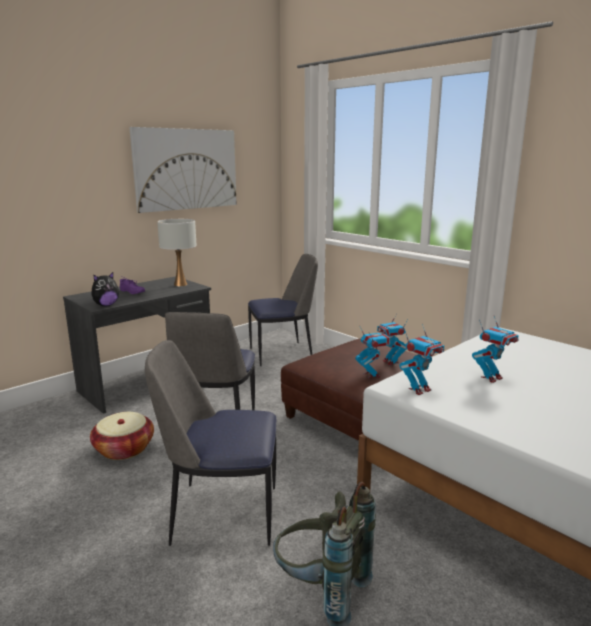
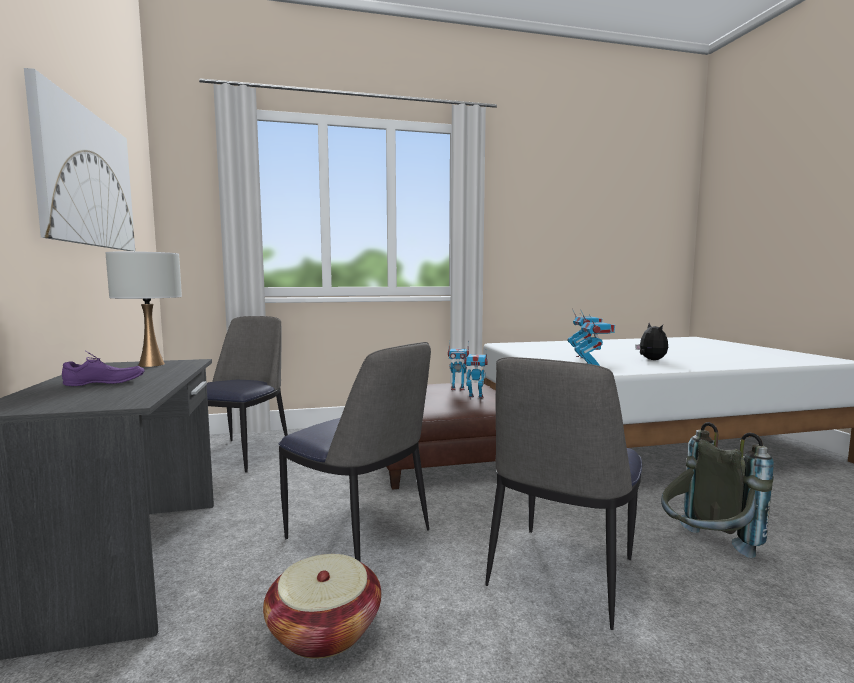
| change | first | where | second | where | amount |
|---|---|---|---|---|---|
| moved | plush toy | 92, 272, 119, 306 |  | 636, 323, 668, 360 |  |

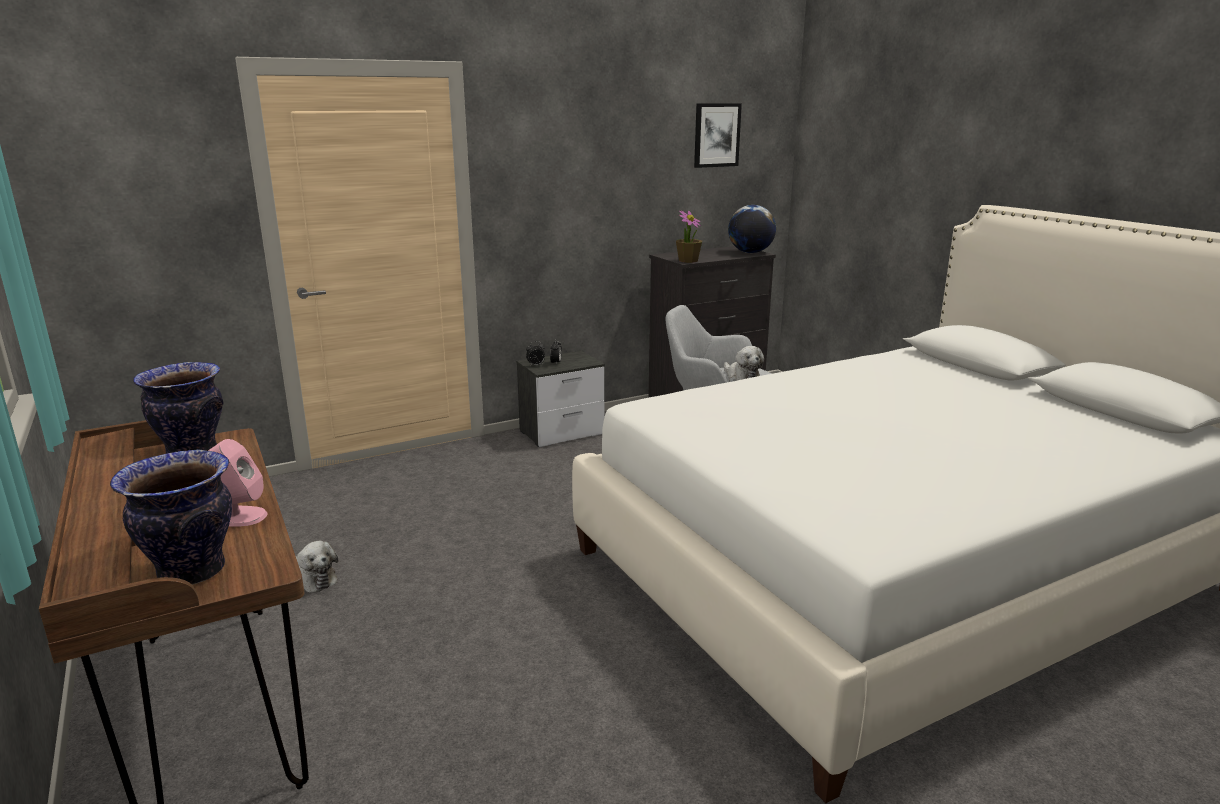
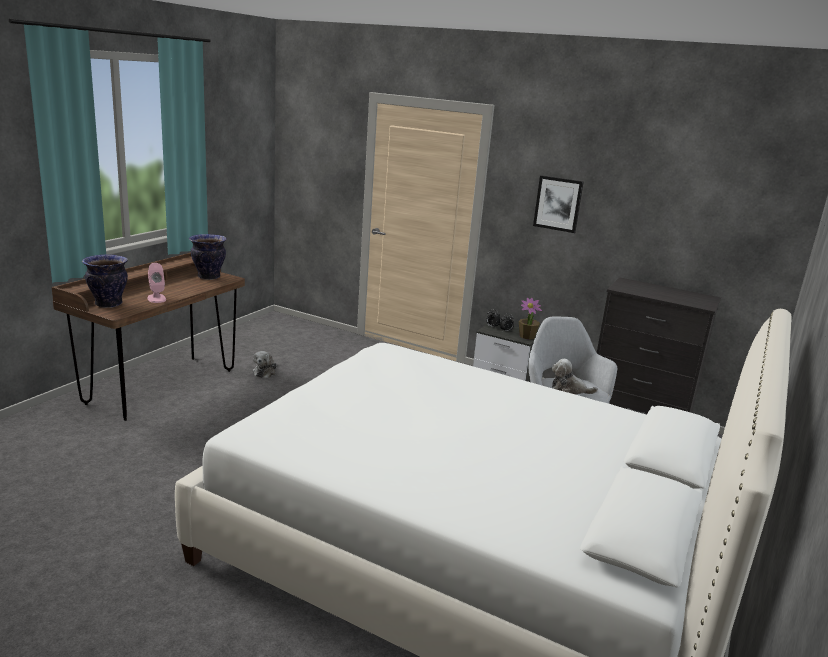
| change | first | where | second | where | amount |
|---|---|---|---|---|---|
| moved | wall picture | 694, 103, 742, 168 |  | 533, 175, 584, 233 |  |
| removed | desk globe | 728, 205, 776, 253 |  |  |  |
| moved | plant in a pot | 676, 210, 702, 263 |  | 519, 298, 542, 340 |  |
| turned | plush toy | 724, 346, 764, 382 |  | 552, 359, 598, 395 | 75 degrees clockwise |

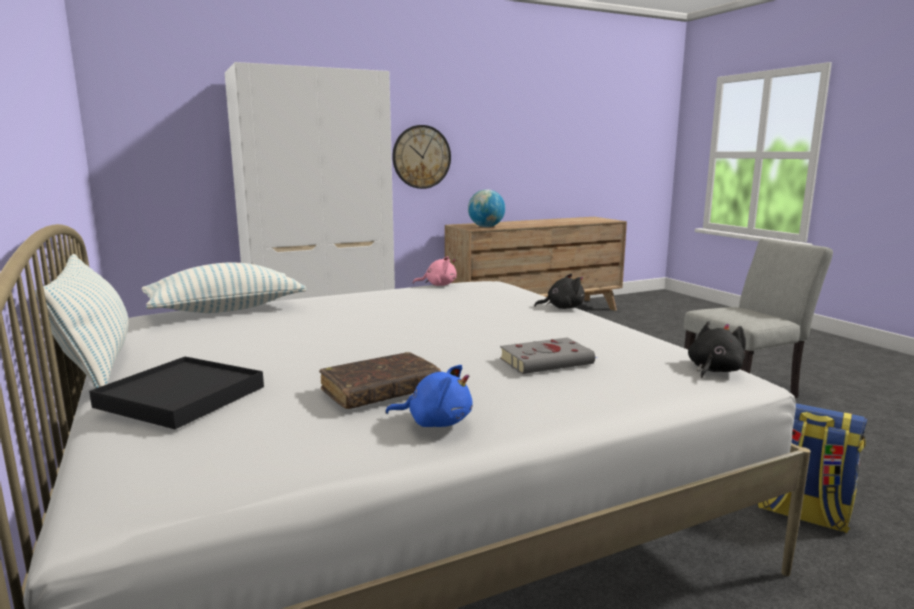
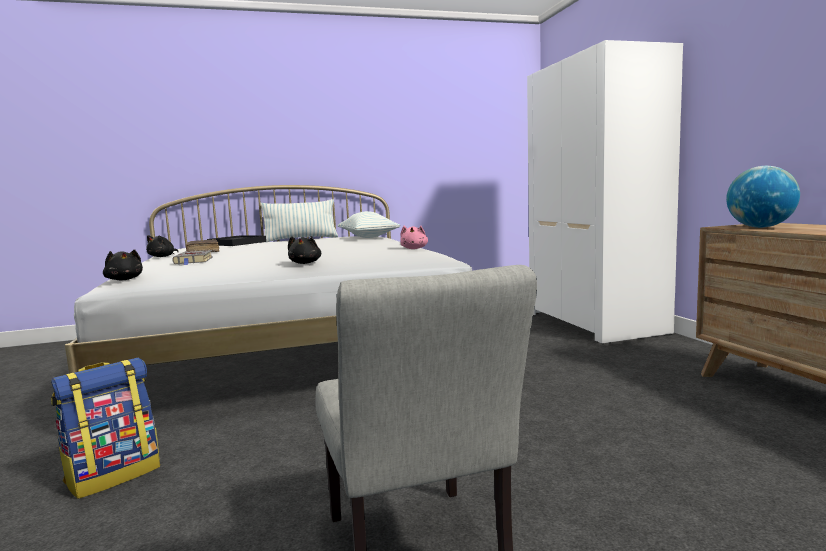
| change | first | where | second | where | amount |
|---|---|---|---|---|---|
| removed | clock on the wall | 392, 125, 451, 189 |  |  |  |
| recoloured | blue-coloured plush toy | 385, 365, 473, 427 | black plush toy | 146, 235, 179, 257 |  |

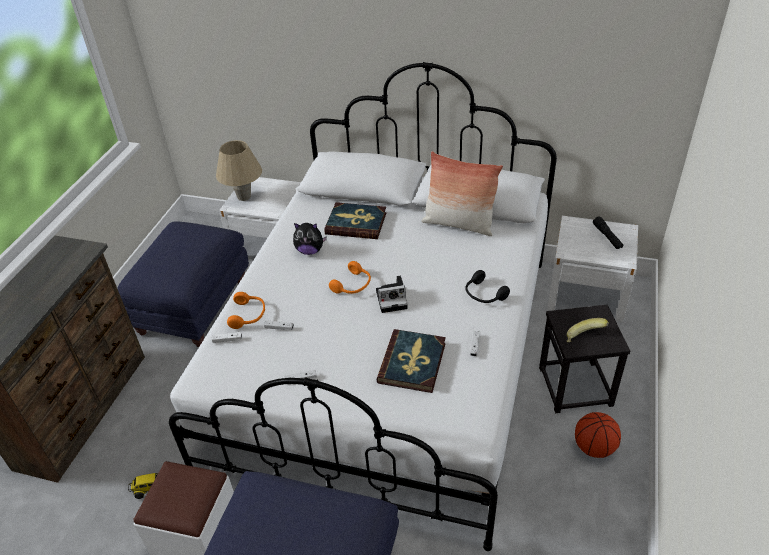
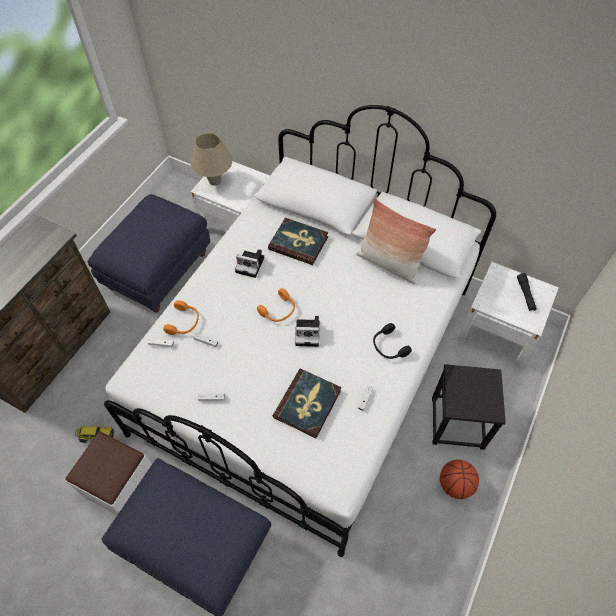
| change | first | where | second | where | amount |
|---|---|---|---|---|---|
| replaced | plush toy | 293, 223, 327, 255 | photo camera | 235, 249, 264, 278 |  |
| removed | whole banana | 567, 318, 609, 342 |  |  |  |

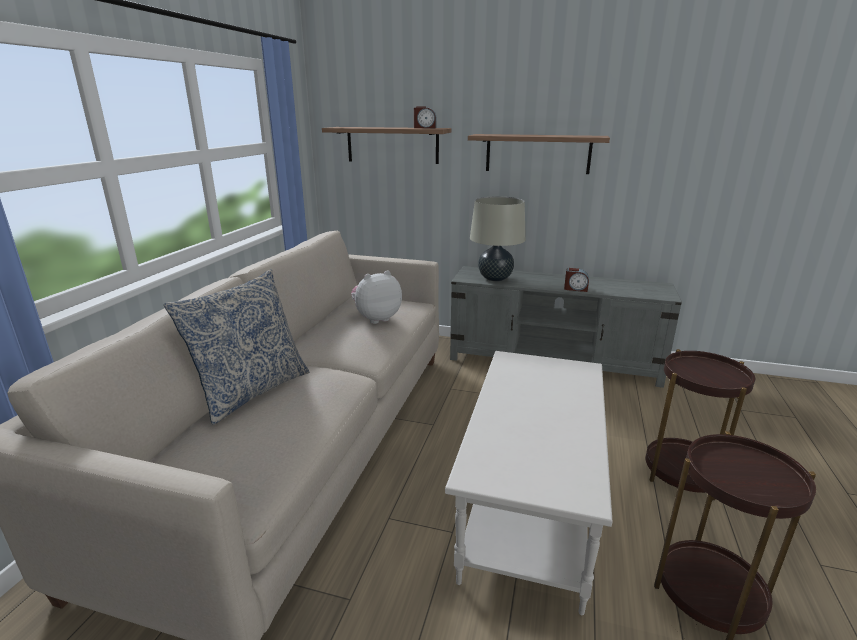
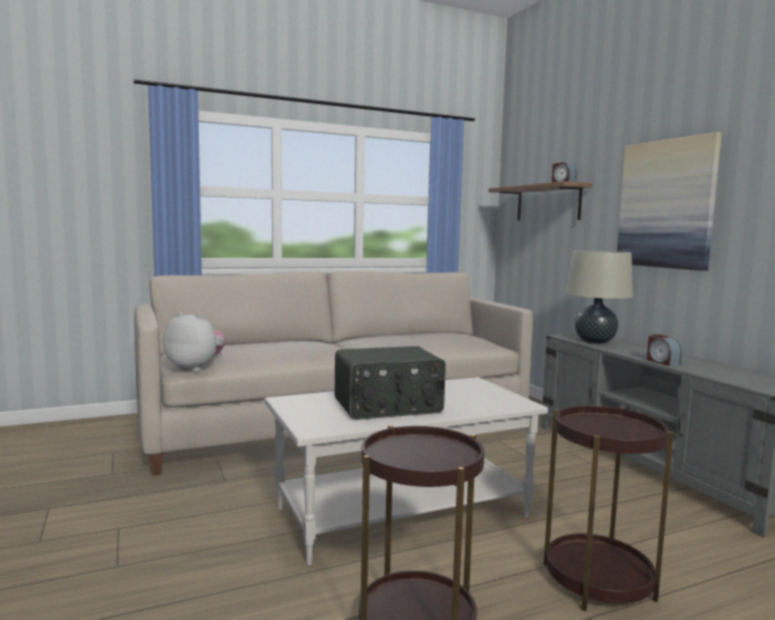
| change | first | where | second | where | amount |
|---|---|---|---|---|---|
| replaced | wall shelf | 468, 134, 610, 174 | wall picture | 617, 132, 722, 271 |  |
| removed | cushion | 164, 269, 310, 425 |  |  |  |
| moved | plush toy | 351, 270, 402, 324 |  | 163, 312, 226, 372 |  |
| added |  |  | radio receiver | 335, 346, 446, 420 |  |

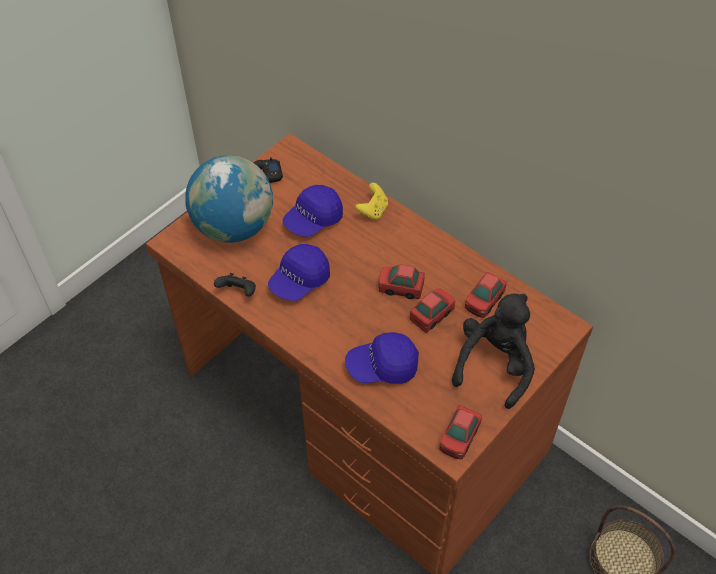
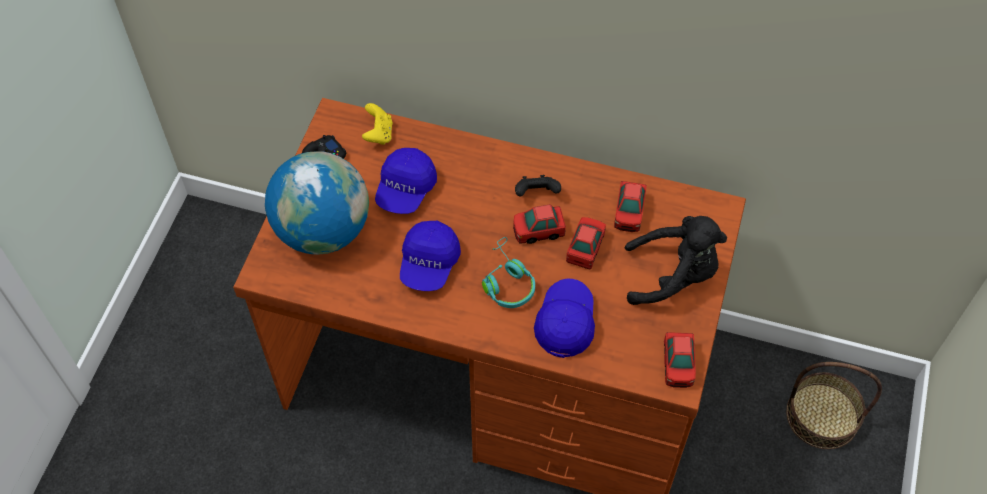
| change | first | where | second | where | amount |
|---|---|---|---|---|---|
| moved | yellow joypad | 355, 183, 388, 221 |  | 362, 103, 393, 145 |  |
| moved | black joypad | 214, 273, 256, 297 |  | 515, 175, 561, 196 |  |
| turned | black plush toy | 452, 293, 535, 409 |  | 625, 216, 727, 305 | 90 degrees clockwise |
| turned | blue-coloured baseball cap | 345, 332, 419, 384 |  | 534, 279, 595, 358 | 135 degrees clockwise |
| added |  |  | turquoise headphones | 482, 237, 535, 308 |  |

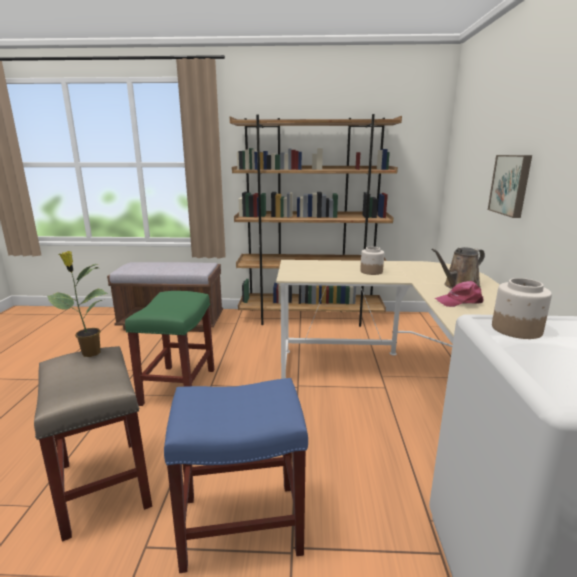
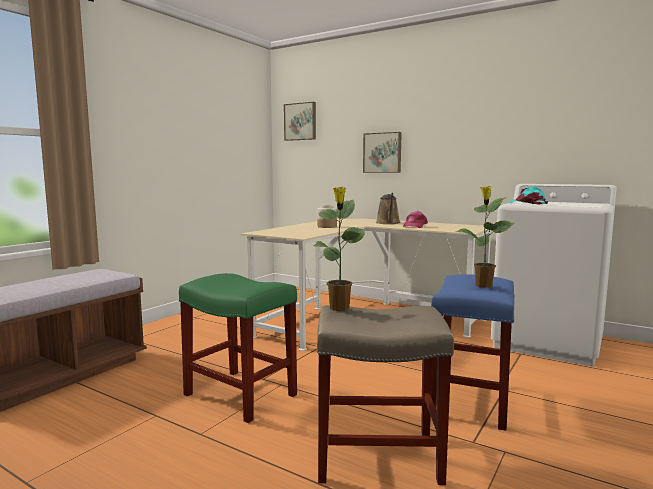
| change | first | where | second | where | amount |
|---|---|---|---|---|---|
| removed | brown bookshelf | 230, 114, 402, 327 |  |  |  |
| replaced | preserve jar | 492, 278, 552, 339 | turquoise baseball cap | 509, 186, 548, 205 |  |
| added |  |  | wall picture | 284, 102, 316, 141 |  |
| added |  |  | plant in a pot | 456, 186, 515, 288 |  |

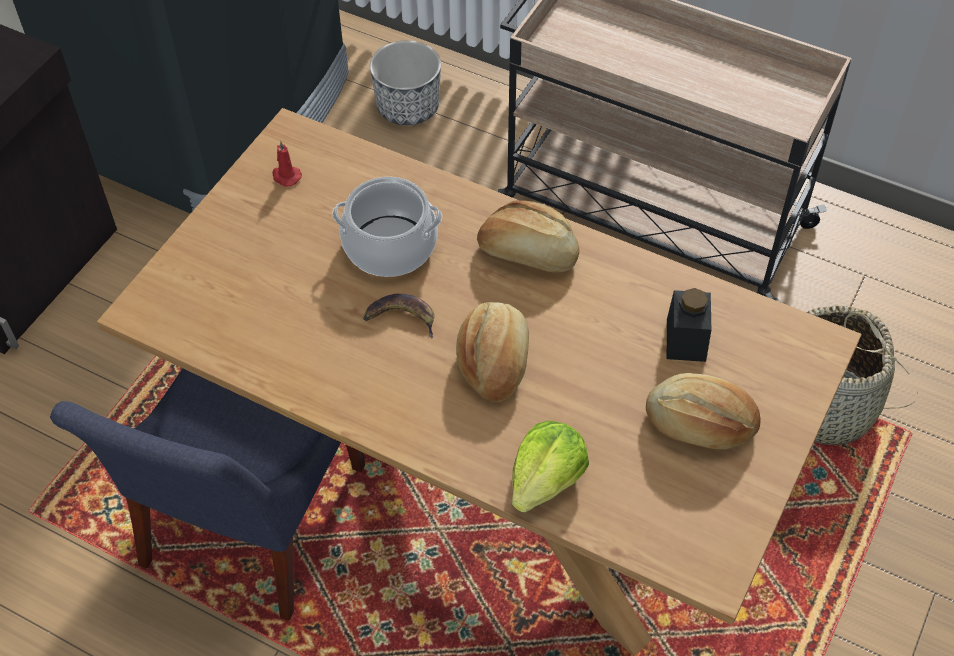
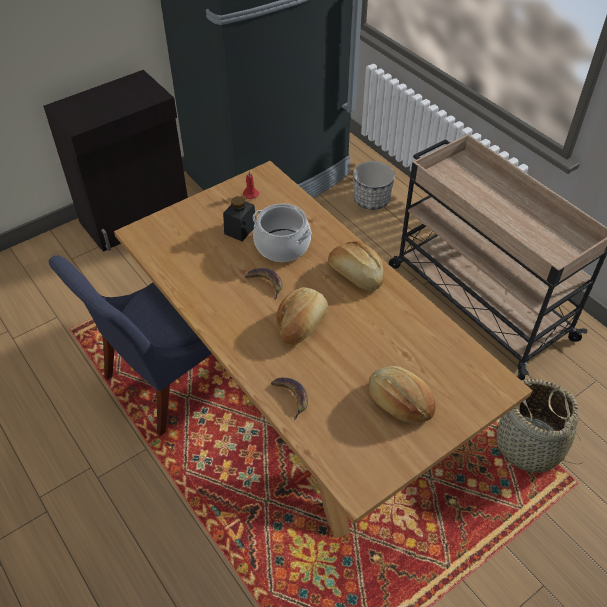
| change | first | where | second | where | amount |
|---|---|---|---|---|---|
| moved | black preserve jar | 667, 288, 711, 362 |  | 223, 196, 256, 241 |  |
| replaced | lettuce | 512, 421, 589, 512 | whole banana | 271, 377, 308, 420 |  |

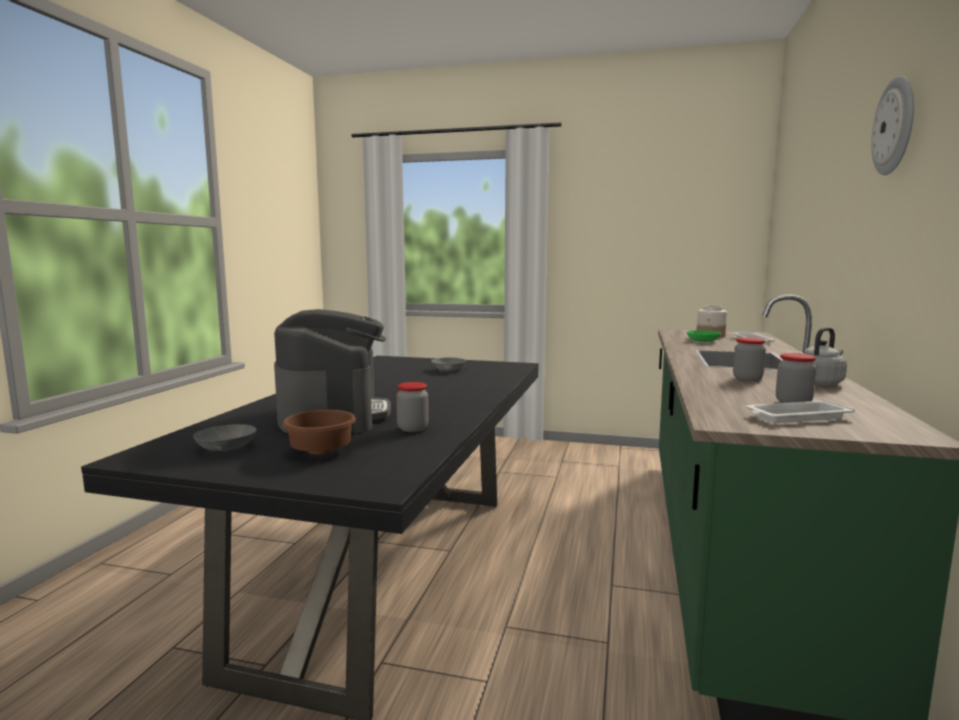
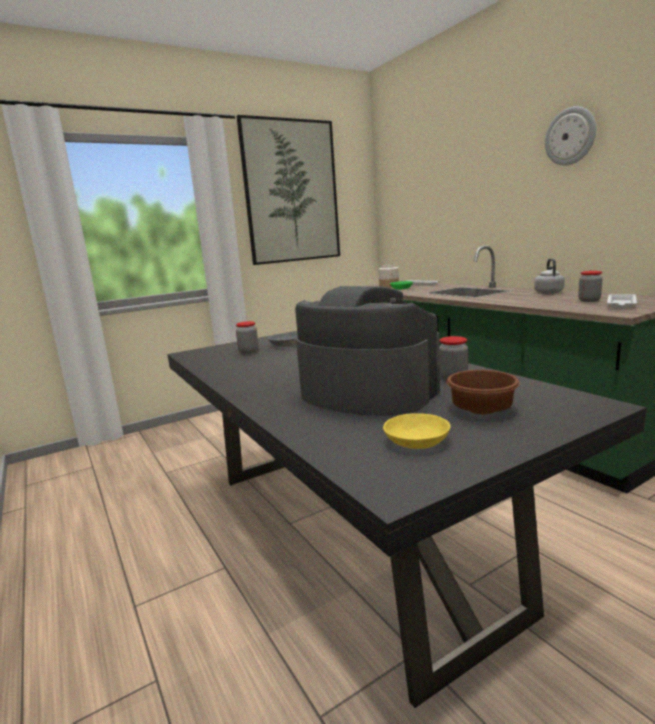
| change | first | where | second | where | amount |
|---|---|---|---|---|---|
| moved | preserve jar | 733, 337, 766, 381 |  | 236, 321, 259, 354 |  |
| recoloured | gray serving bowl | 193, 424, 257, 451 | yellow serving bowl | 383, 413, 451, 449 |  |
| added |  |  | wall picture | 237, 115, 340, 265 |  |

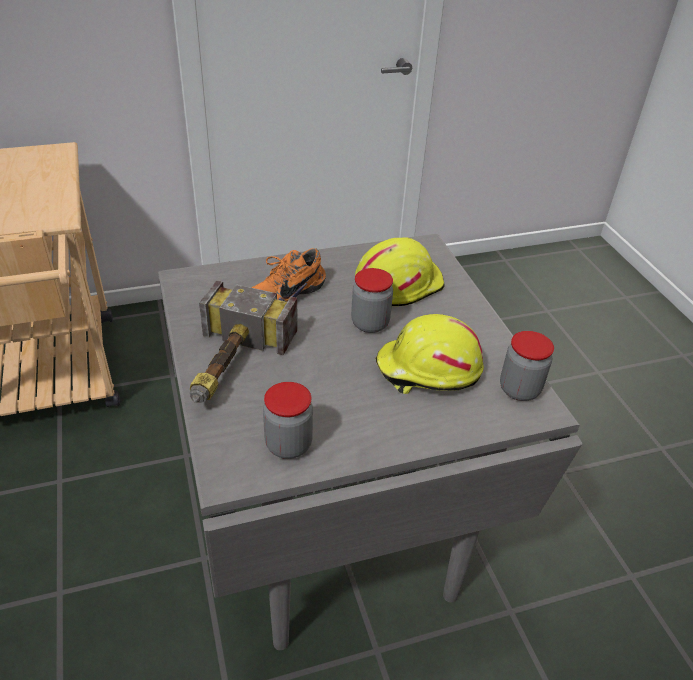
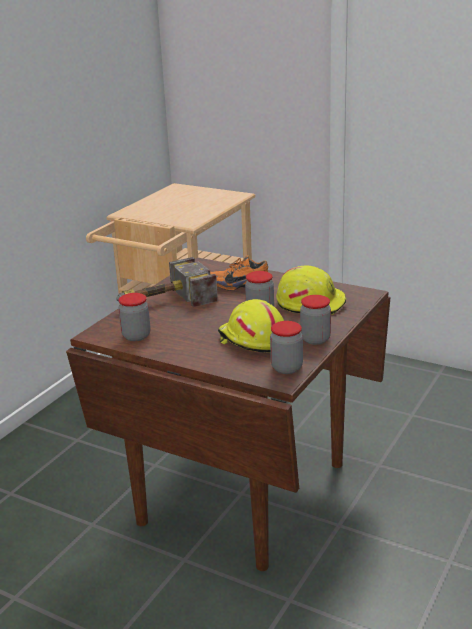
| change | first | where | second | where | amount |
|---|---|---|---|---|---|
| recoloured | gray kitchen table | 158, 234, 583, 650 | brown kitchen table | 66, 258, 391, 571 |  |
| added |  |  | preserve jar | 300, 295, 331, 345 |  |

